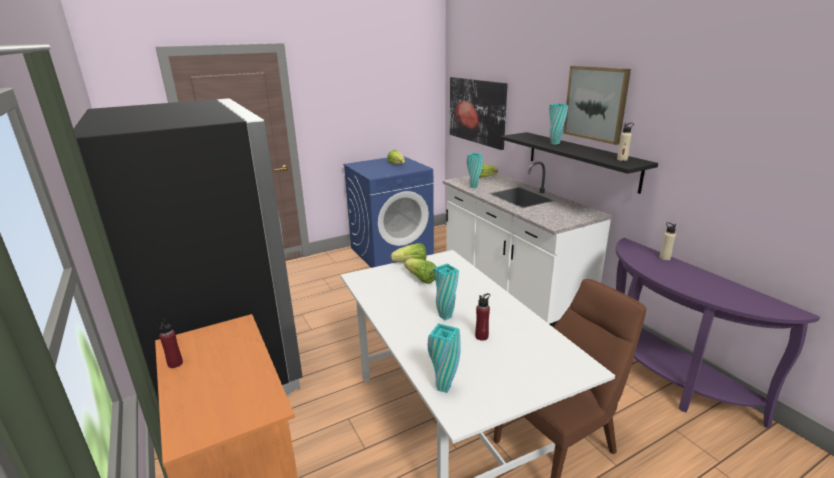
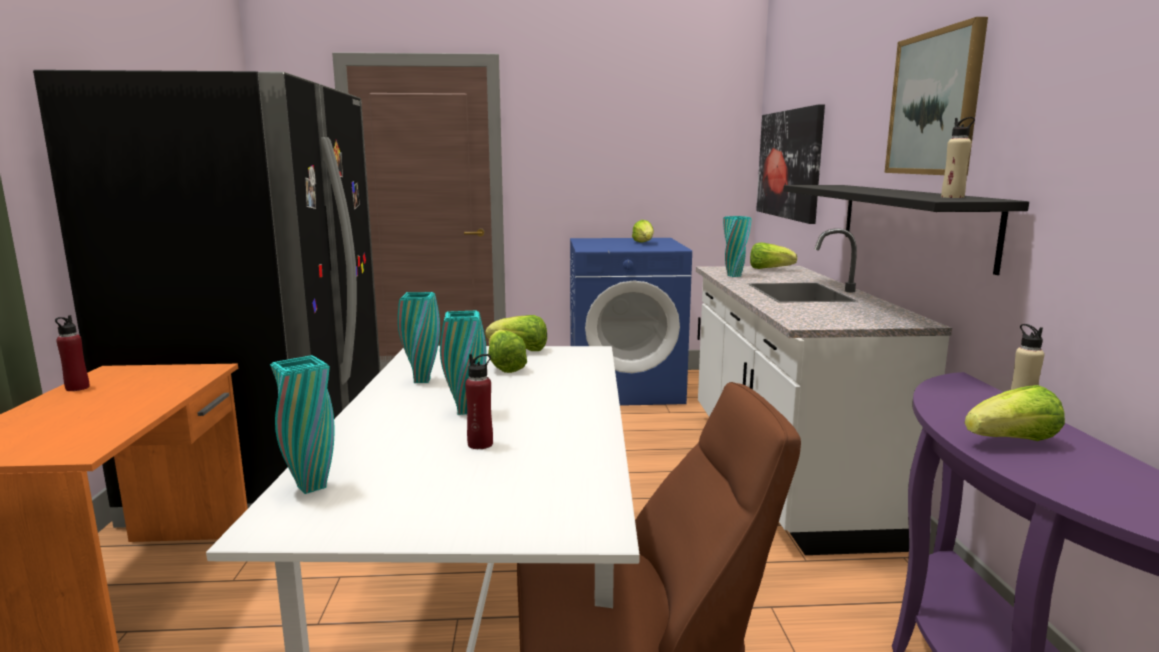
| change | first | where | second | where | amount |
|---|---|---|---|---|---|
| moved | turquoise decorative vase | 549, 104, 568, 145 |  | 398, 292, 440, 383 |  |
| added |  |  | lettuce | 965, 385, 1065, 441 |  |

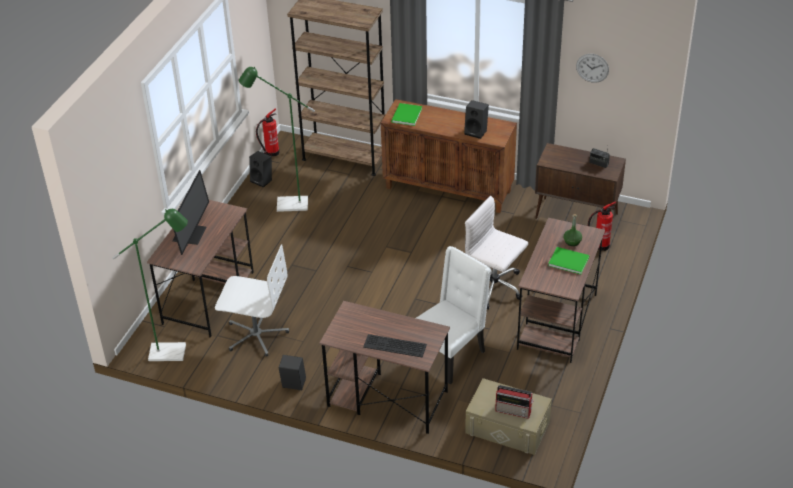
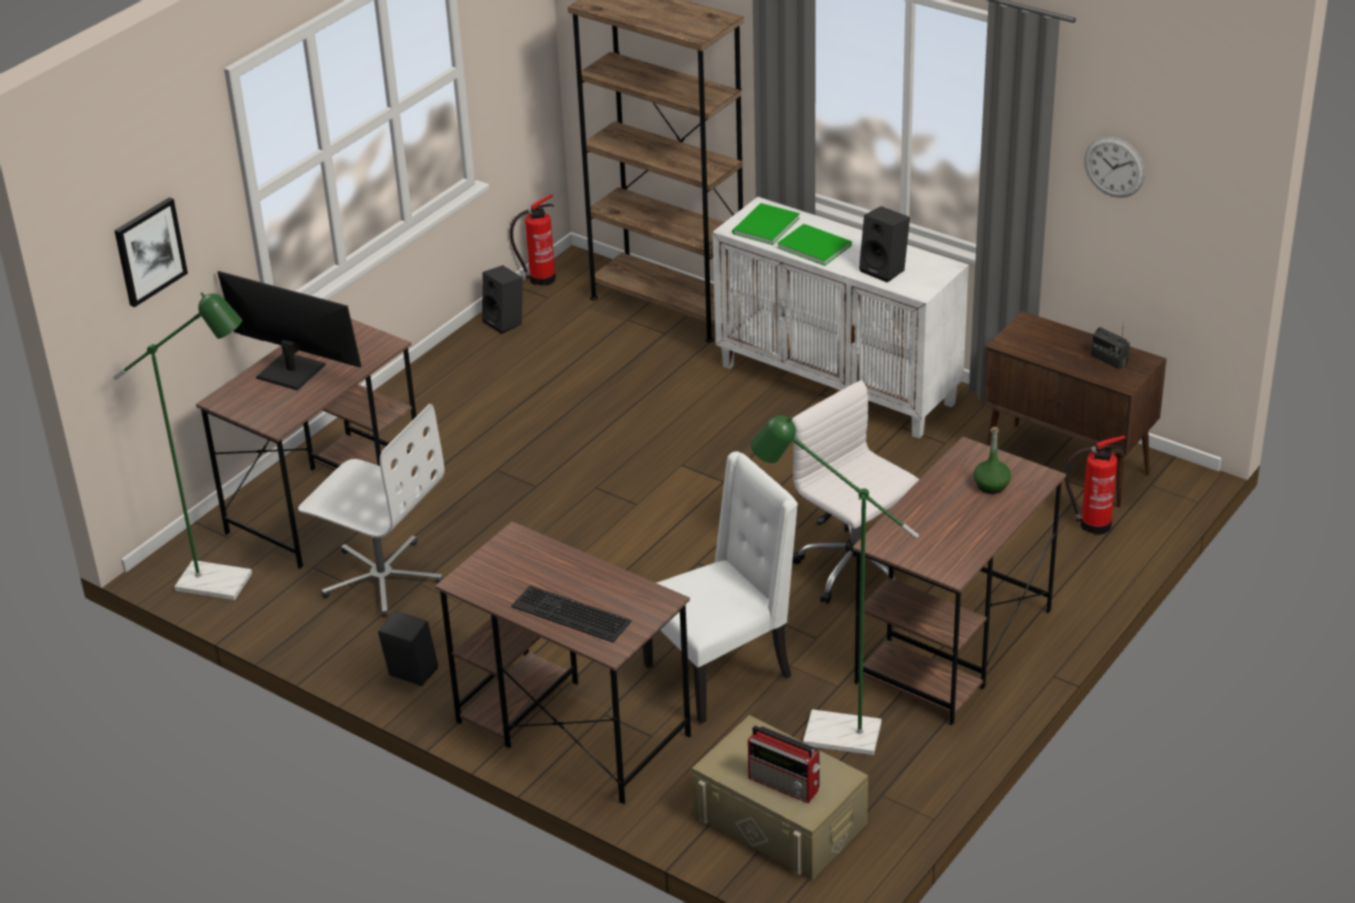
| change | first | where | second | where | amount |
|---|---|---|---|---|---|
| moved | green standard lamp | 239, 67, 315, 212 |  | 750, 415, 919, 755 |  |
| recoloured | brown cabinet | 381, 99, 517, 213 | white cabinet | 712, 197, 969, 439 |  |
| turned | monitor | 172, 170, 209, 255 |  | 217, 271, 362, 391 | 90 degrees counterclockwise |
| moved | green book | 548, 247, 590, 274 |  | 777, 224, 852, 266 |  |
| added |  |  | wall picture | 114, 197, 188, 307 |  |

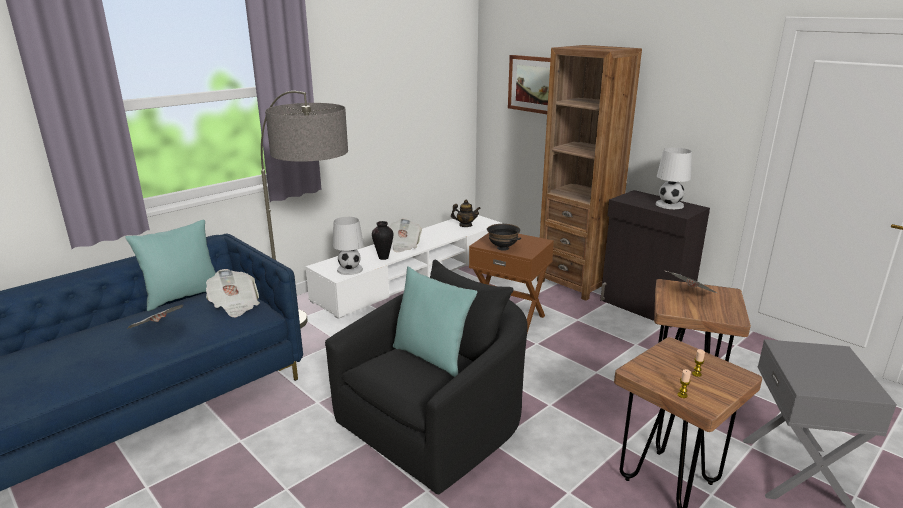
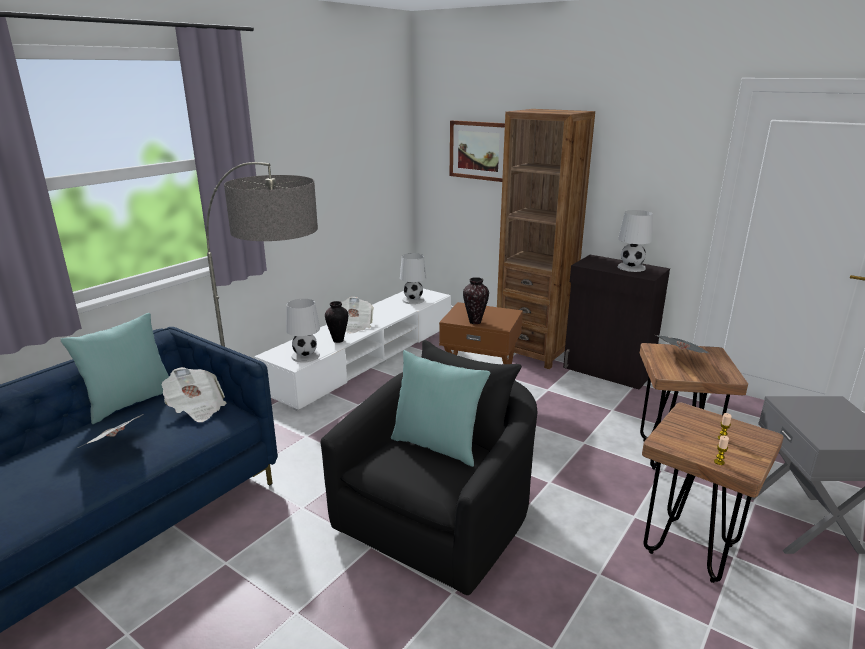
| change | first | where | second | where | amount |
|---|---|---|---|---|---|
| replaced | teapot | 451, 200, 481, 227 | white tabletop lamp | 400, 253, 427, 304 |  |
| replaced | black serving bowl | 487, 224, 521, 251 | decorative vase | 463, 277, 489, 324 |  |

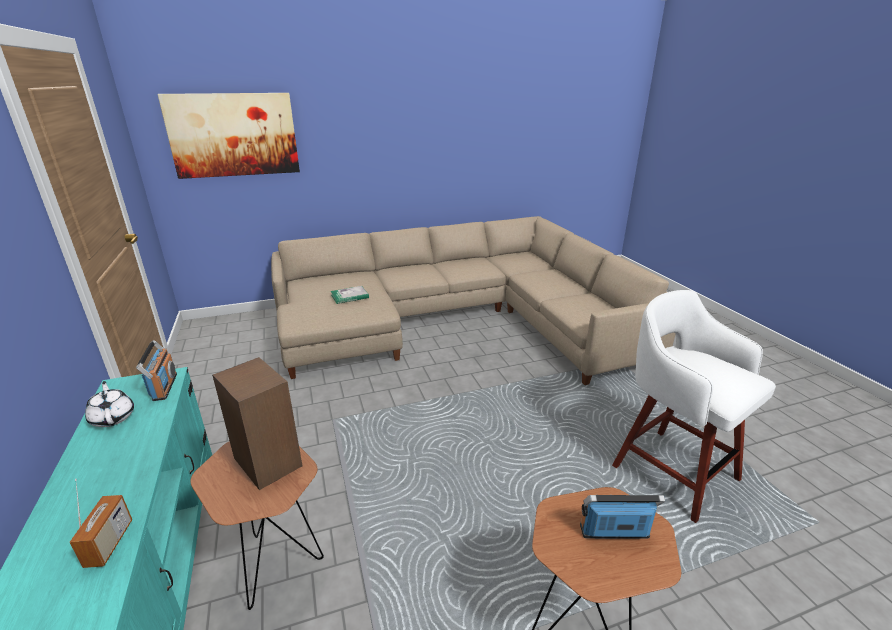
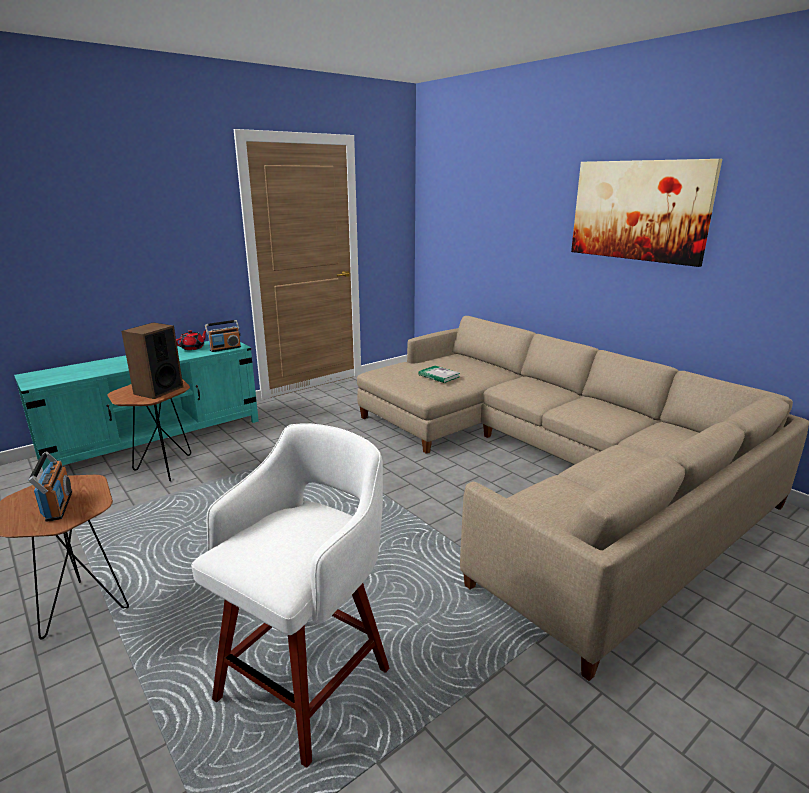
| change | first | where | second | where | amount |
|---|---|---|---|---|---|
| moved | wall picture | 157, 93, 300, 179 |  | 571, 159, 722, 267 |  |
| recoloured | white teapot | 85, 381, 134, 427 | reddish teapot | 176, 330, 206, 350 |  |
| removed | radio receiver | 69, 478, 132, 568 |  |  |  |

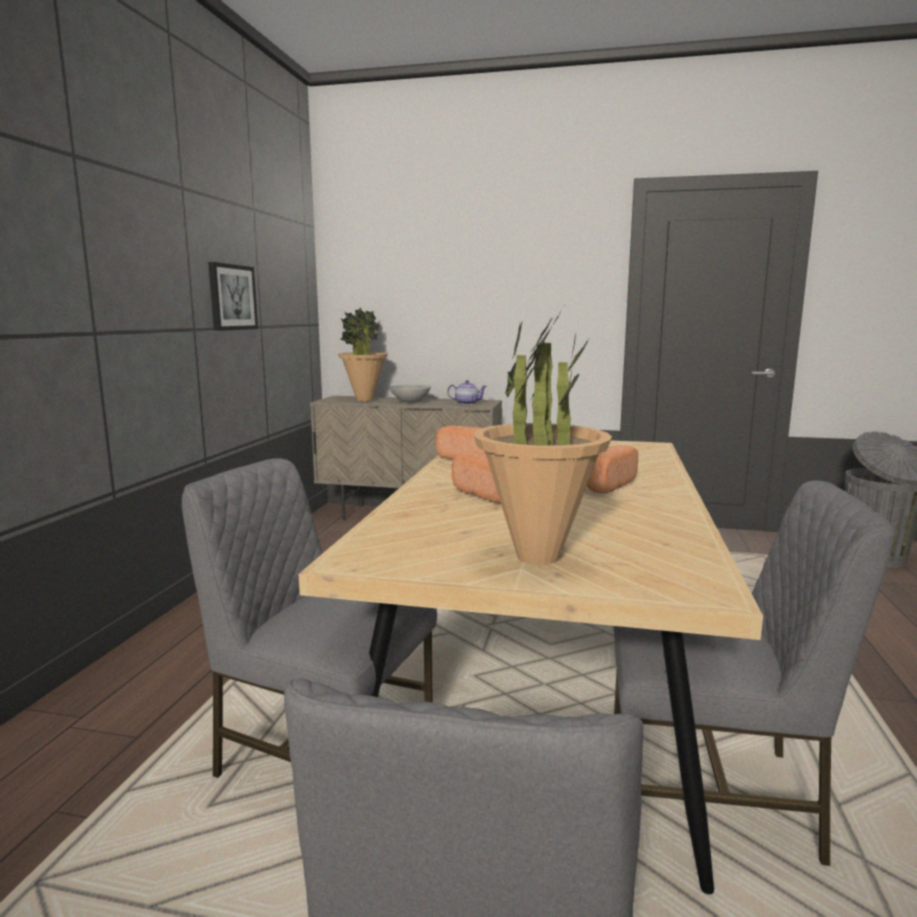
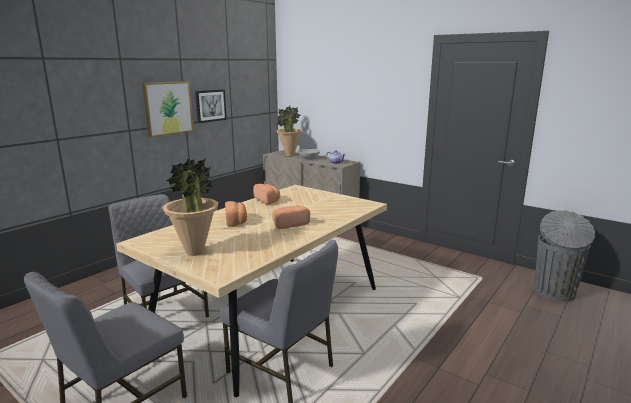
| change | first | where | second | where | amount |
|---|---|---|---|---|---|
| added |  |  | wall picture | 142, 81, 194, 138 |  |

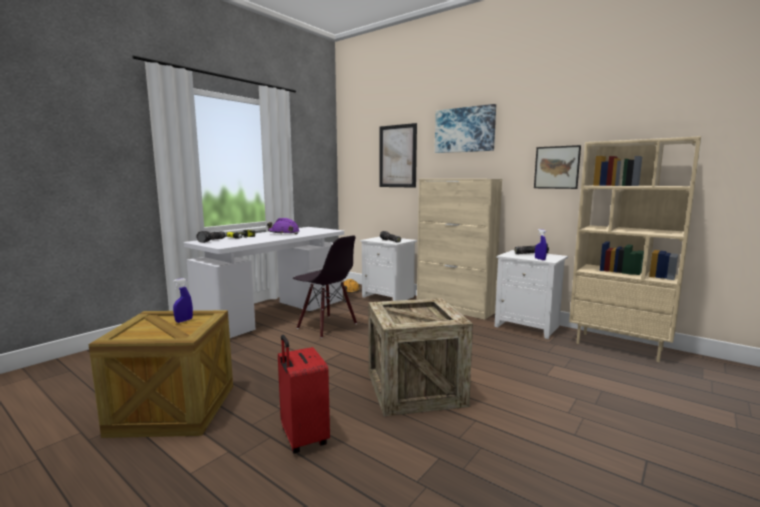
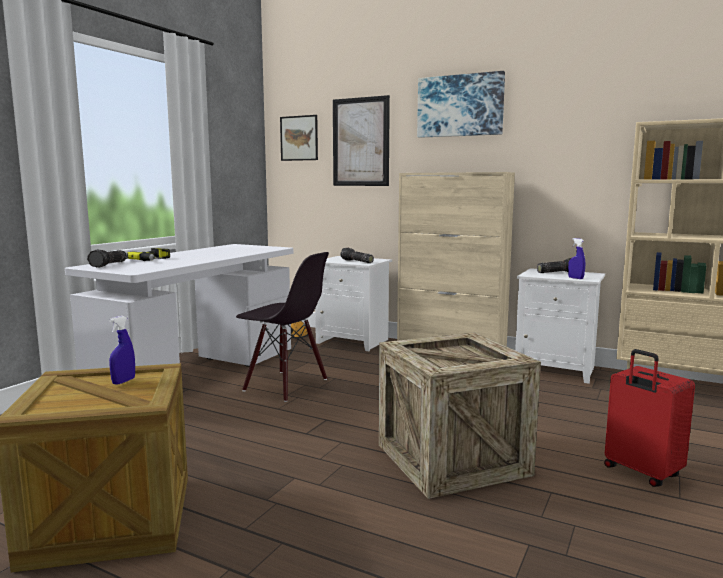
| change | first | where | second | where | amount |
|---|---|---|---|---|---|
| moved | wall picture | 534, 145, 581, 189 |  | 280, 115, 318, 161 |  |
| removed | purplish work helmet | 267, 218, 299, 234 |  |  |  |
| moved | reddish suitcase | 278, 335, 330, 453 |  | 604, 349, 695, 487 |  |

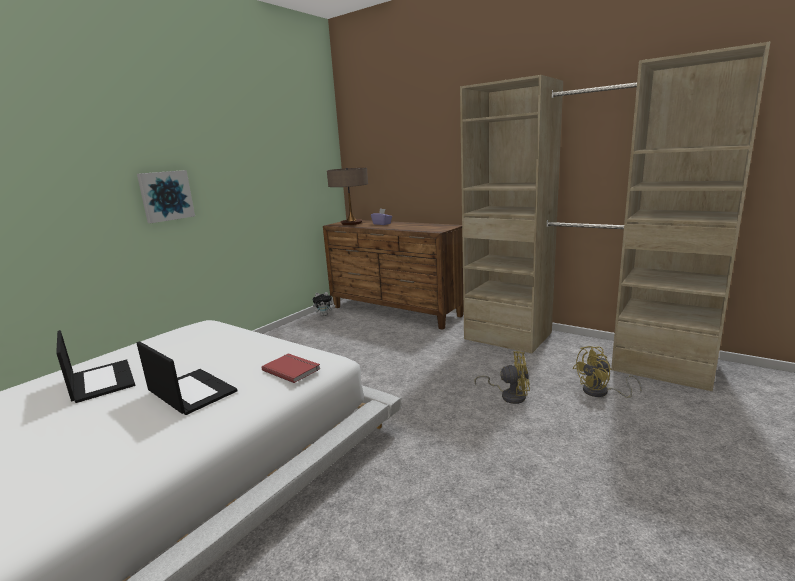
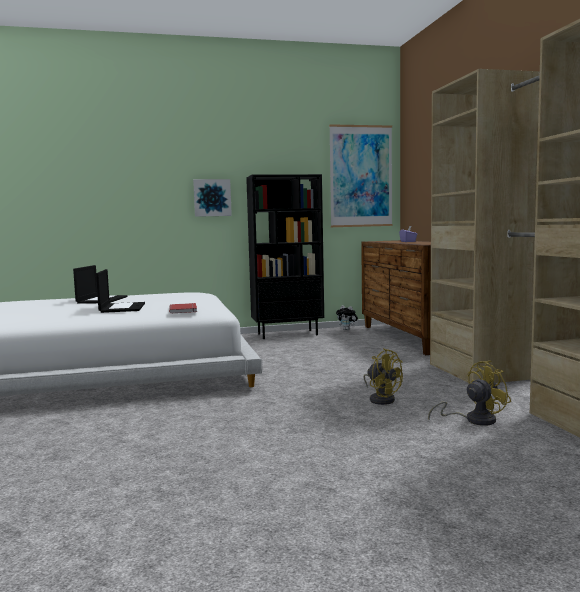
| change | first | where | second | where | amount |
|---|---|---|---|---|---|
| removed | tabletop lamp | 327, 168, 368, 225 |  |  |  |
| turned | yellow electric fan | 572, 346, 642, 398 |  | 428, 361, 511, 426 | 135 degrees clockwise |
| added |  |  | wall picture | 329, 124, 393, 227 |  |
| added |  |  | black bookshelf | 246, 174, 324, 339 |  |

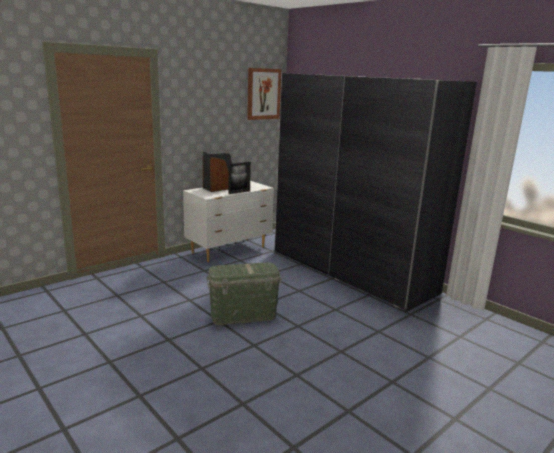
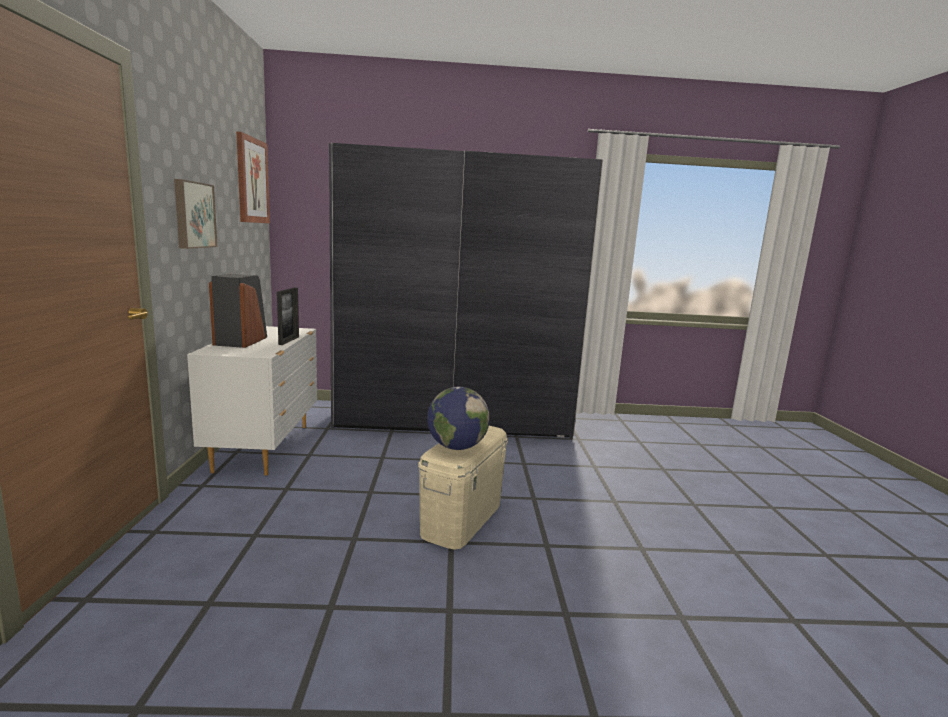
| change | first | where | second | where | amount |
|---|---|---|---|---|---|
| recoloured | green storage bin | 206, 262, 282, 325 | beige storage bin | 418, 426, 508, 550 |  |
| added |  |  | wall picture | 174, 179, 217, 249 |  |
| added |  |  | desk globe | 427, 387, 490, 450 |  |

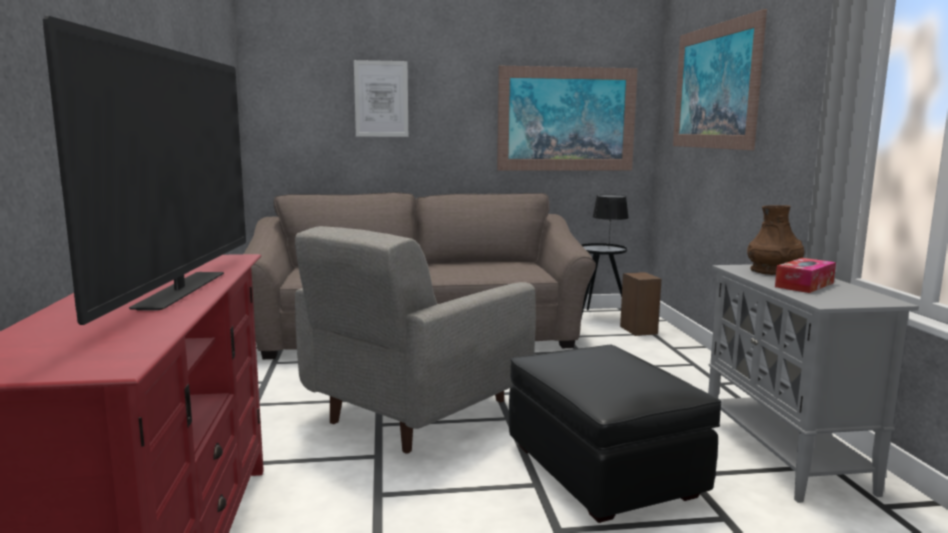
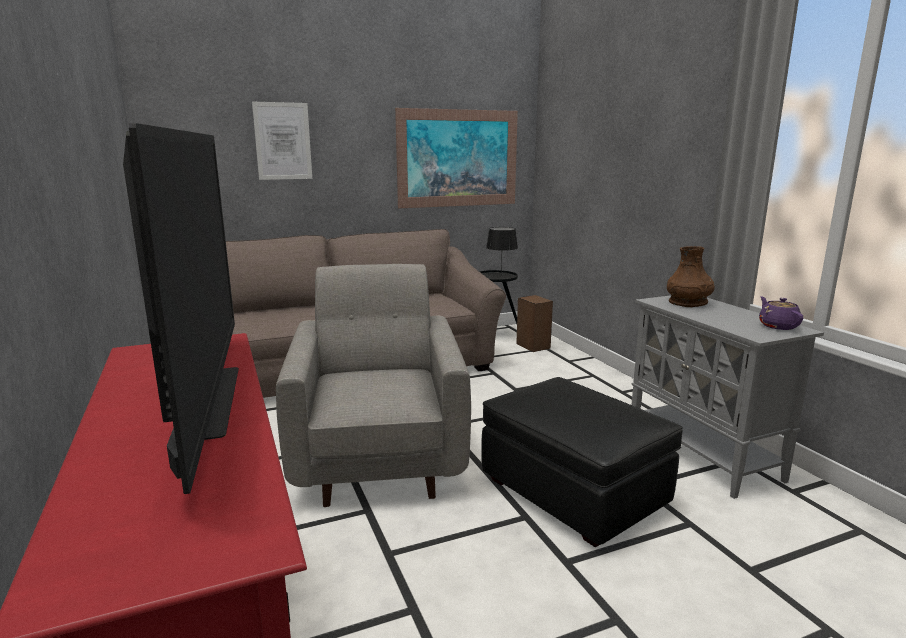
| change | first | where | second | where | amount |
|---|---|---|---|---|---|
| removed | wall picture | 673, 9, 767, 150 |  |  |  |
| turned | gray armchair | 295, 226, 536, 454 |  | 276, 264, 471, 507 | 150 degrees clockwise |
| removed | tissue box | 775, 258, 836, 293 |  |  |  |
| added |  |  | purplish teapot | 759, 296, 803, 330 |  |

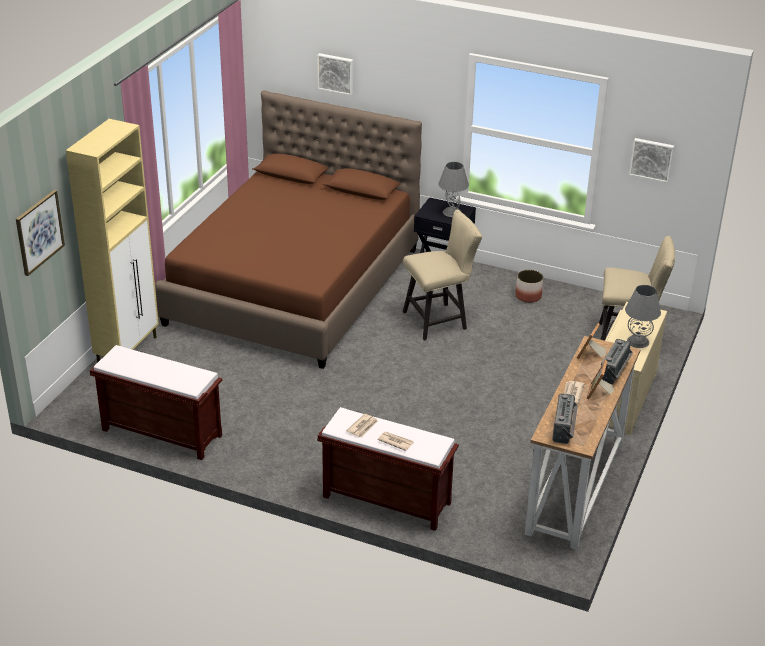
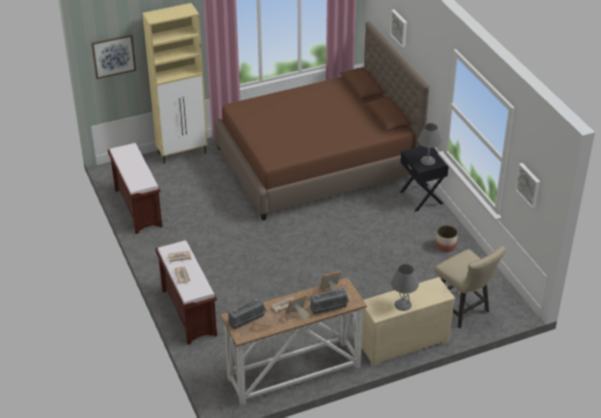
| change | first | where | second | where | amount |
|---|---|---|---|---|---|
| removed | beige chair | 403, 210, 482, 340 |  |  |  |

